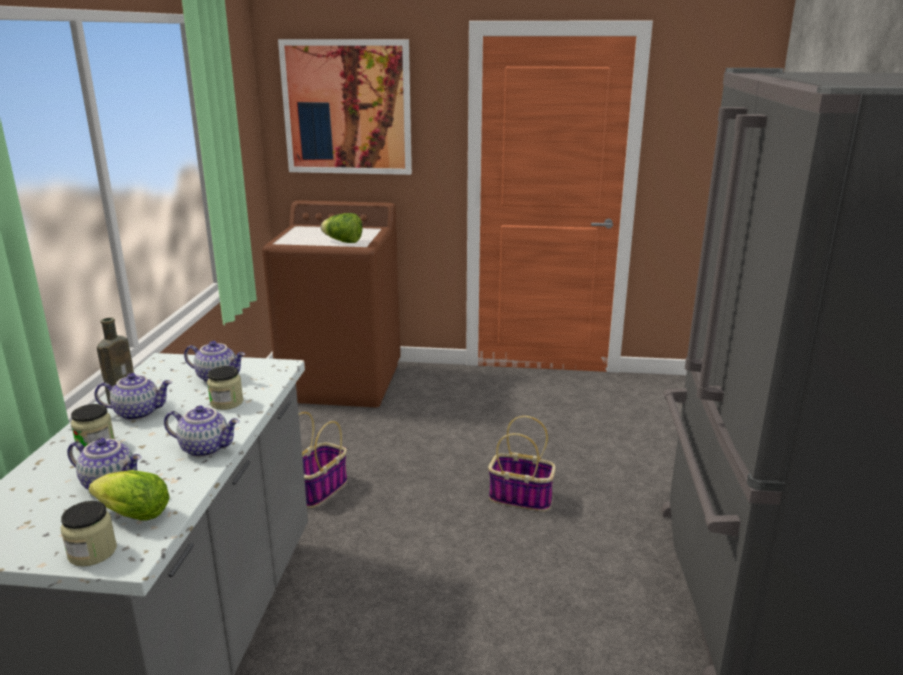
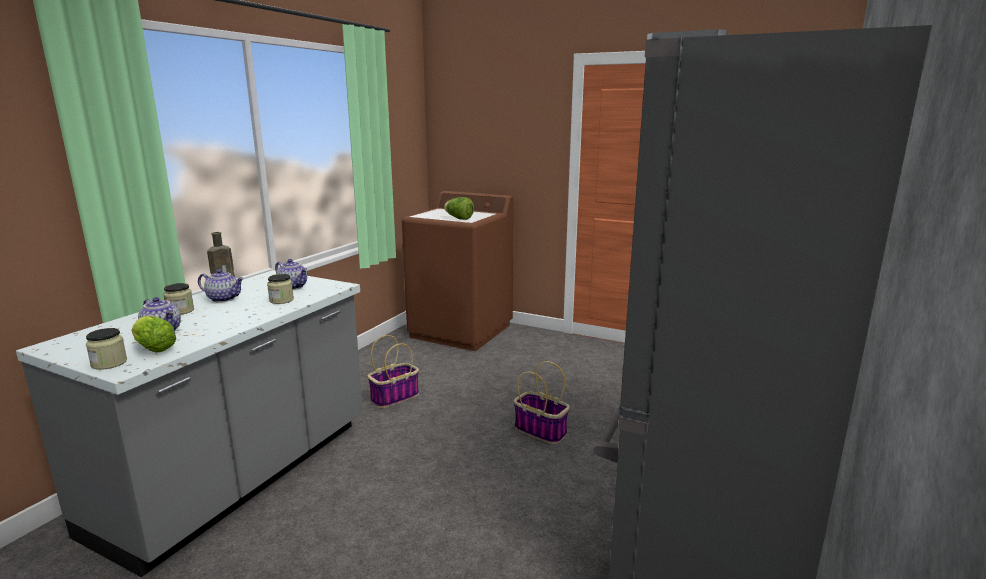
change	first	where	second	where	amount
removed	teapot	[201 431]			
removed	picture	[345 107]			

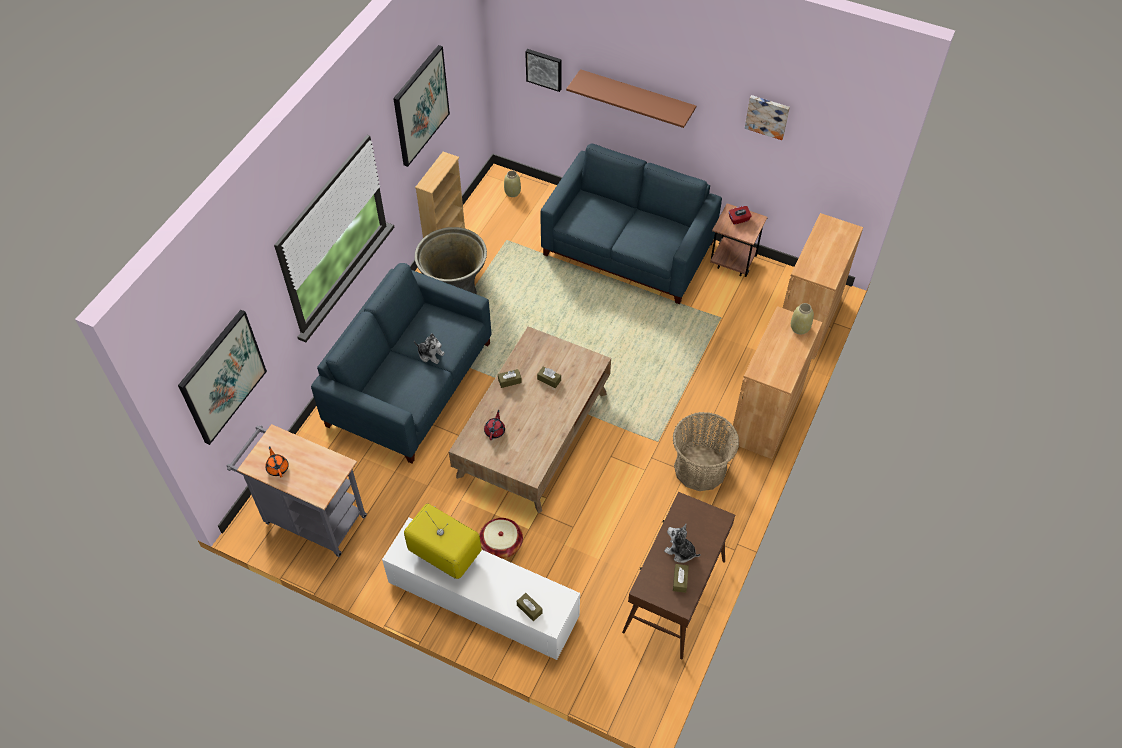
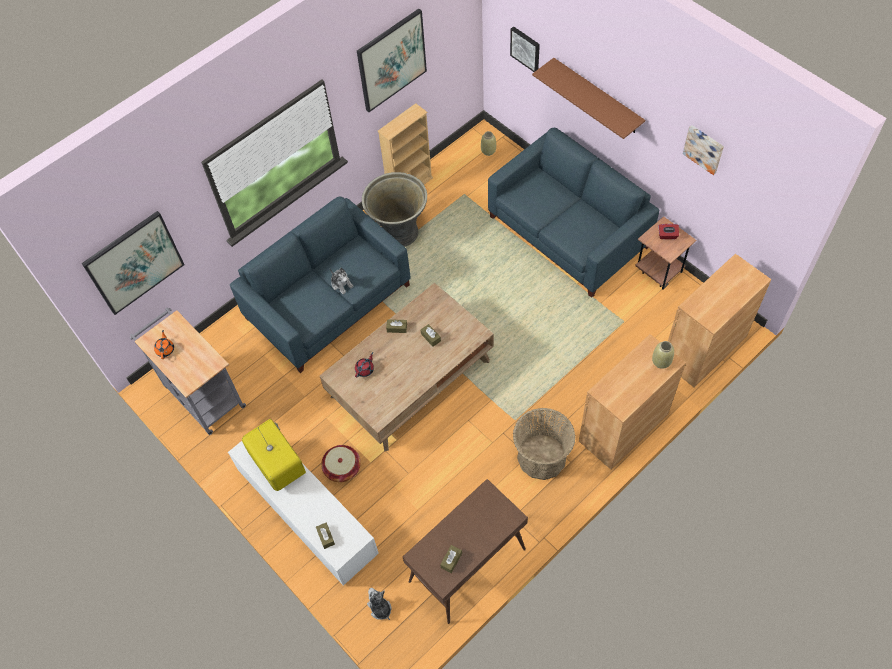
change	first	where	second	where	amount
moved	plush toy	[682 543]		[379 604]	

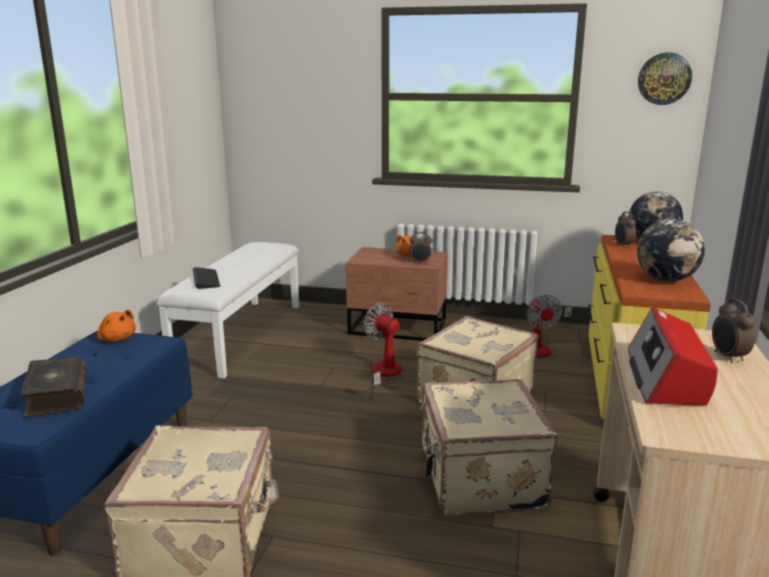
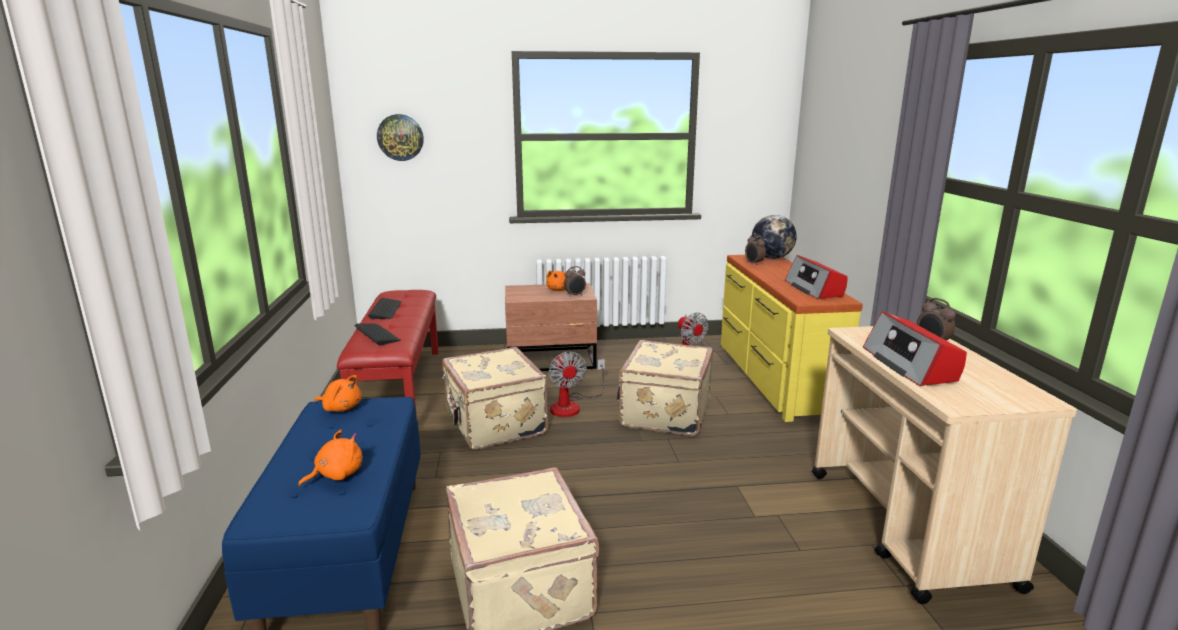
change	first	where	second	where	amount
added			keyboard	[385 308]	
moved	suitcase/beige	[489 447]		[495 398]	
moved	wall clock	[665 79]		[400 137]	
replaced	book	[53 387]	plush toy/orange	[330 458]	
replaced	globe	[671 250]	radio	[816 277]	
recoloured	bench/white	[227 310]	bench/red	[388 354]	
turned	fan	[383 351]		[577 384]	135 degrees counterclockwise

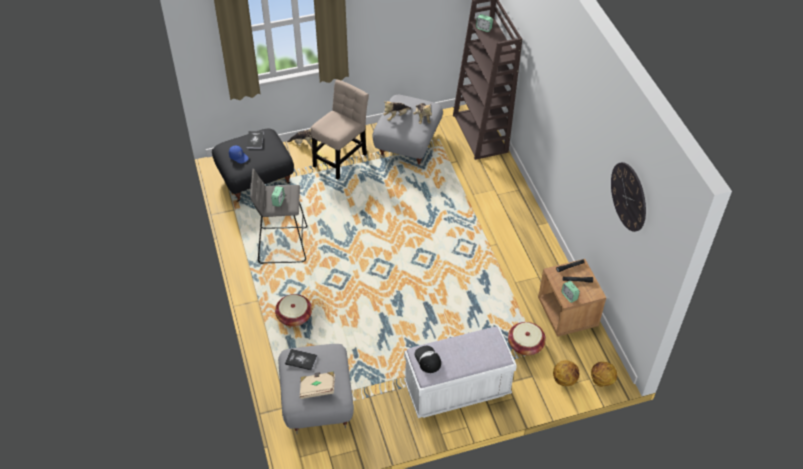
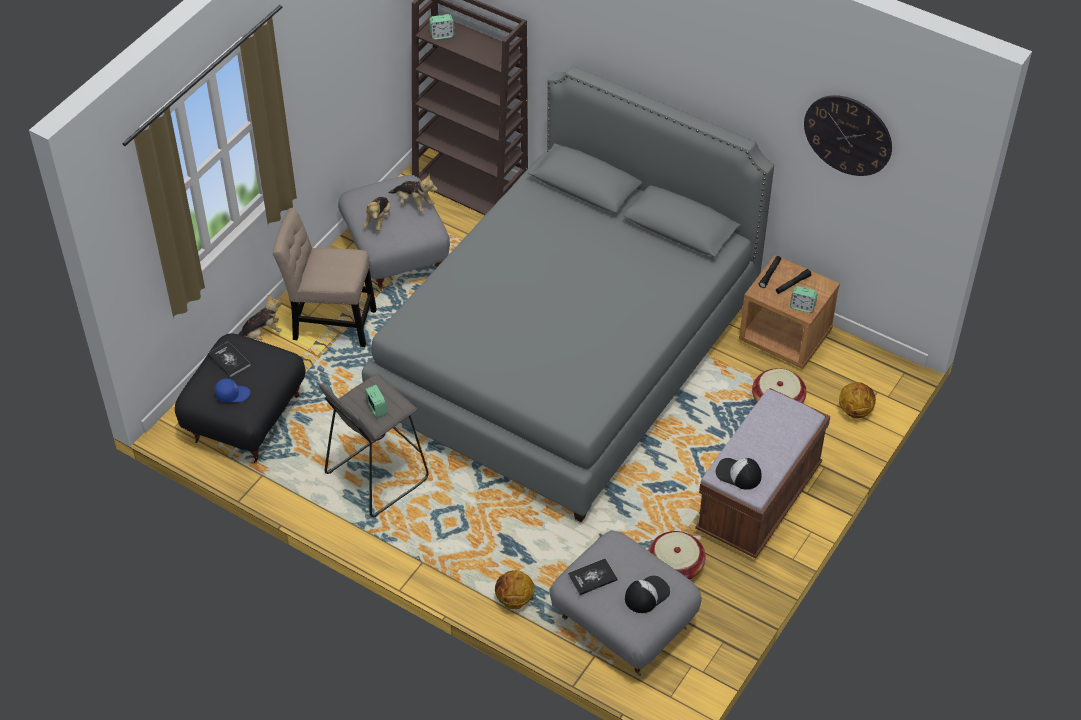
change	first	where	second	where	amount
added			bed/grey	[568 294]	
moved	basket	[293 310]		[677 555]	
moved	basketball	[604 374]		[515 589]	
replaced	book/beige	[317 385]	cap	[647 594]	
recoloured	bench/white	[460 372]	bench/brown	[762 473]	
turned	chair/beige	[340 130]		[325 277]	75 degrees counterclockwise

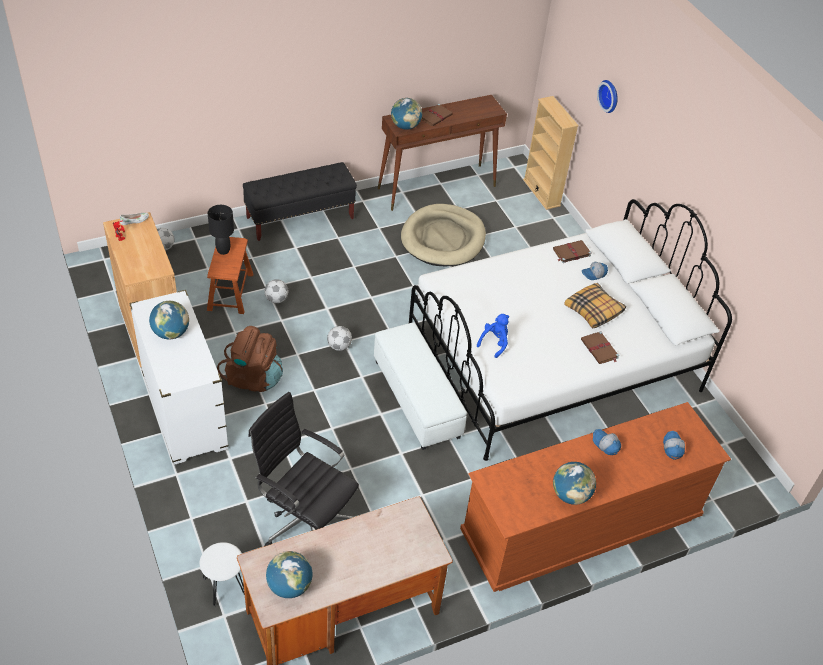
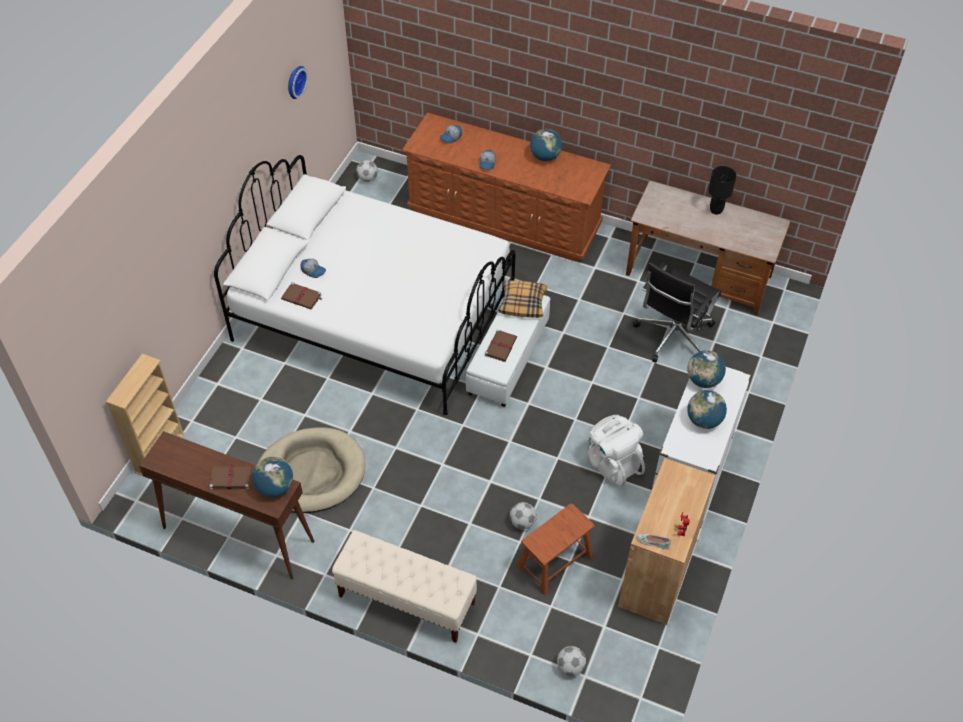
change	first	where	second	where	amount
removed	stool/white	[222 574]			
removed	plush toy/blue	[493 336]			
moved	table lamp/black	[221 230]		[722 190]	
moved	globe	[289 574]		[706 369]	
moved	football	[339 338]		[367 171]	
moved	pillow	[595 305]		[523 299]	
moved	book/brown	[600 347]		[501 346]	
moved	wall clock	[607 96]		[298 82]	
recoloured	backpack/brown	[250 359]	backpack/white	[616 450]	
recoloured	bench/black	[300 201]	bench/beige	[404 586]	
turned	office chair/black	[303 469]		[677 312]	45 degrees clockwise

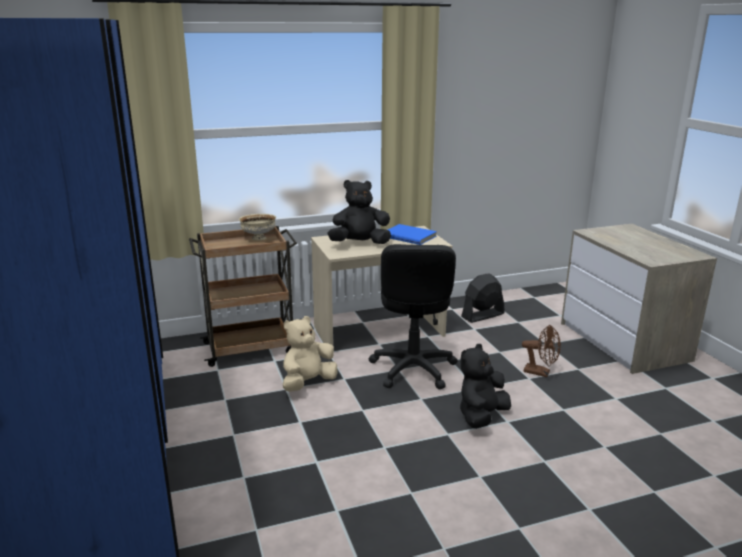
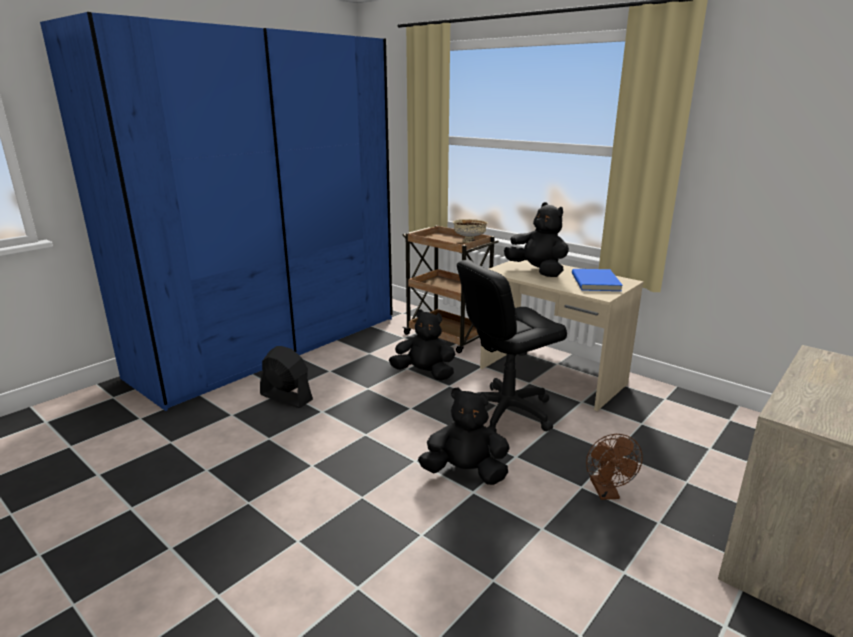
change	first	where	second	where	amount
moved	fan/black	[483 298]		[286 377]	
recoloured	plush toy/beige	[310 354]	plush toy/black	[422 345]	

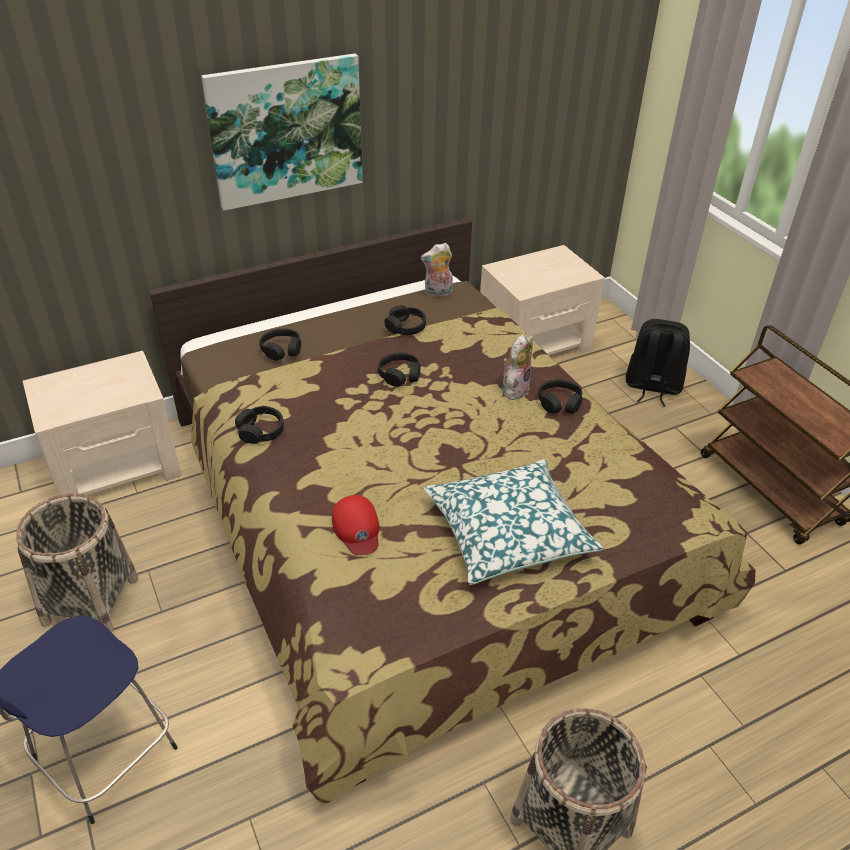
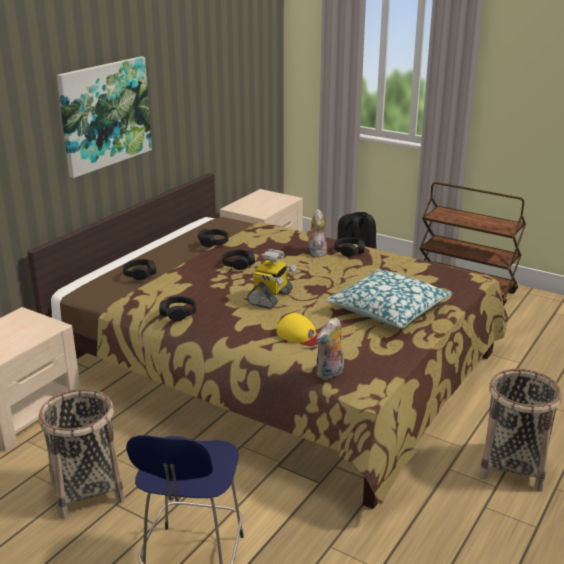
change	first	where	second	where	amount
added			toy robot	[272 279]	
moved	plush toy	[437 270]		[330 348]	
recoloured	cap/red	[356 525]	cap/yellow	[297 329]	

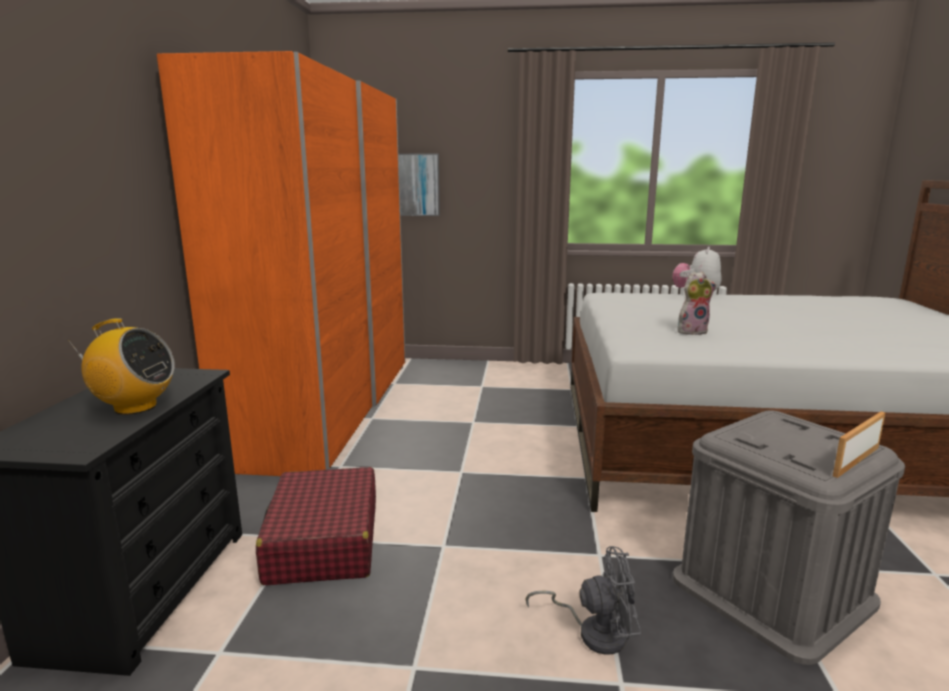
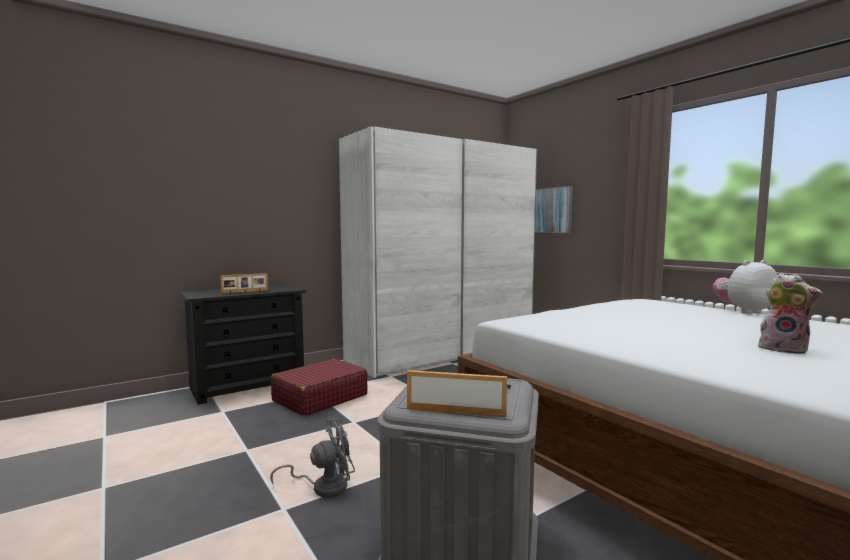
change	first	where	second	where	amount
moved	plush toy	[697 303]		[790 313]	
replaced	radio	[121 366]	picture frame	[244 283]	
recoloured	wardrobe/orange	[281 263]	wardrobe/white	[438 252]	
turned	fan/grey	[583 600]		[312 458]	75 degrees counterclockwise

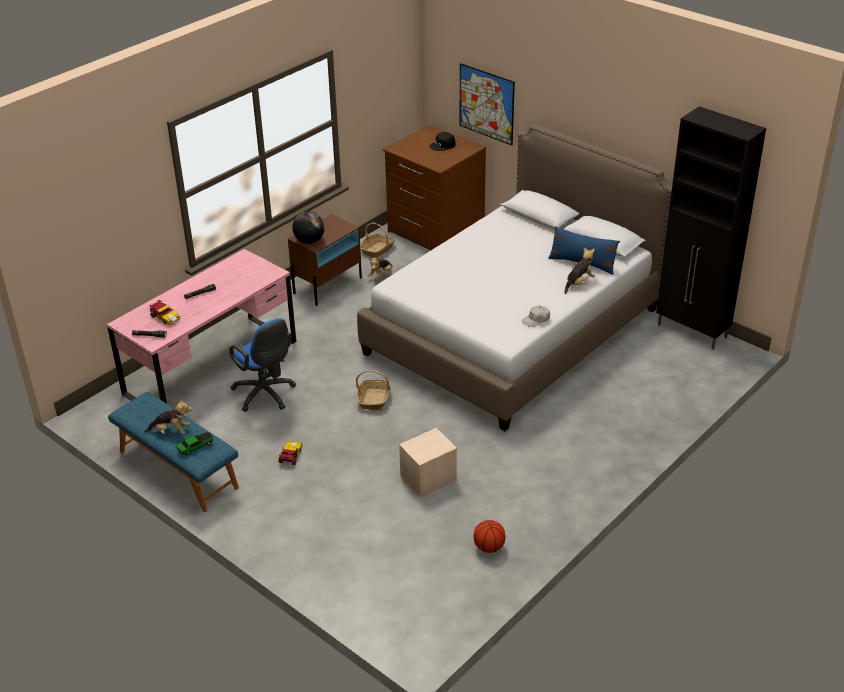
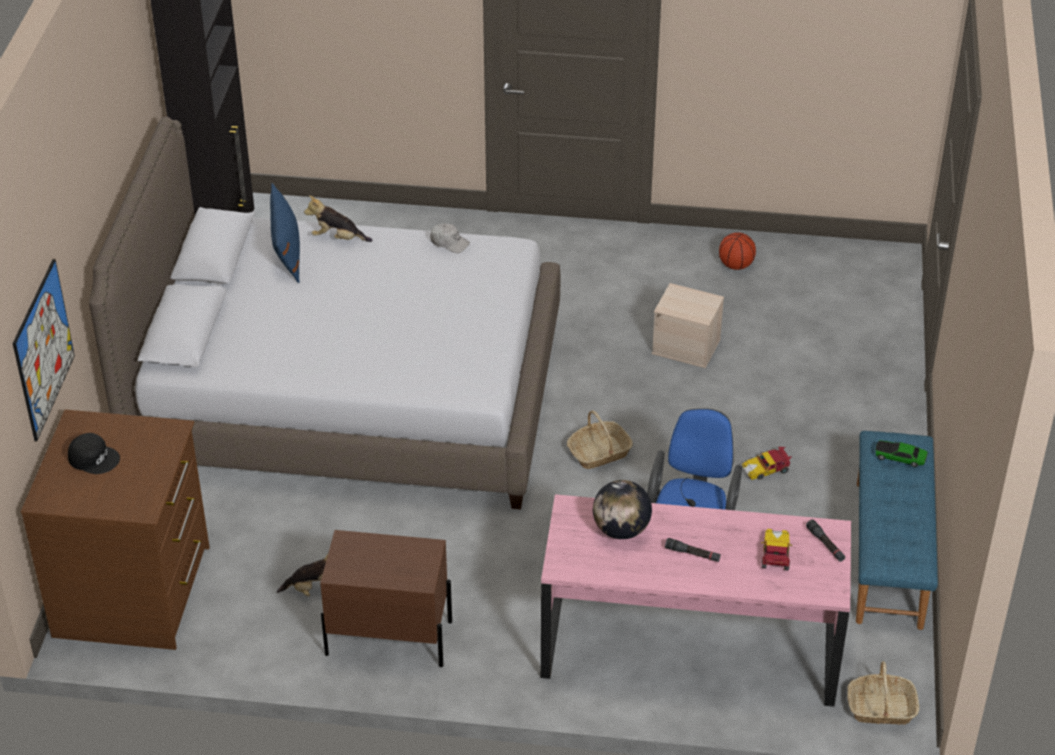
change	first	where	second	where	amount
removed	plush toy	[168 416]			
moved	globe	[308 227]		[622 509]	
moved	basket	[377 240]		[883 692]	

